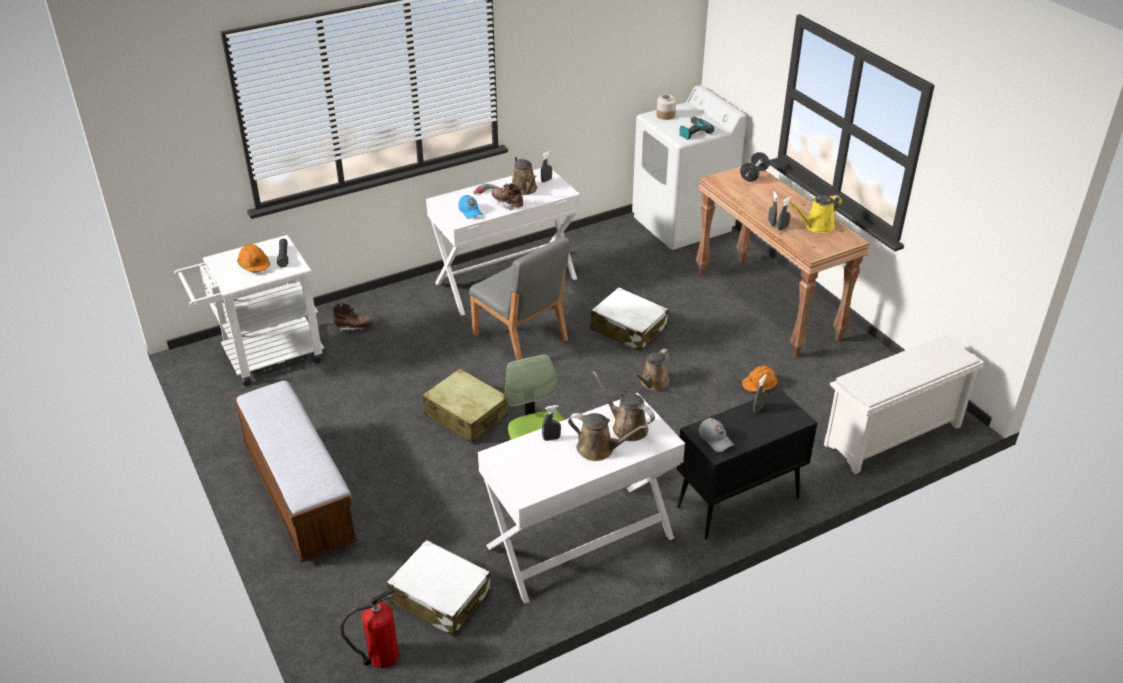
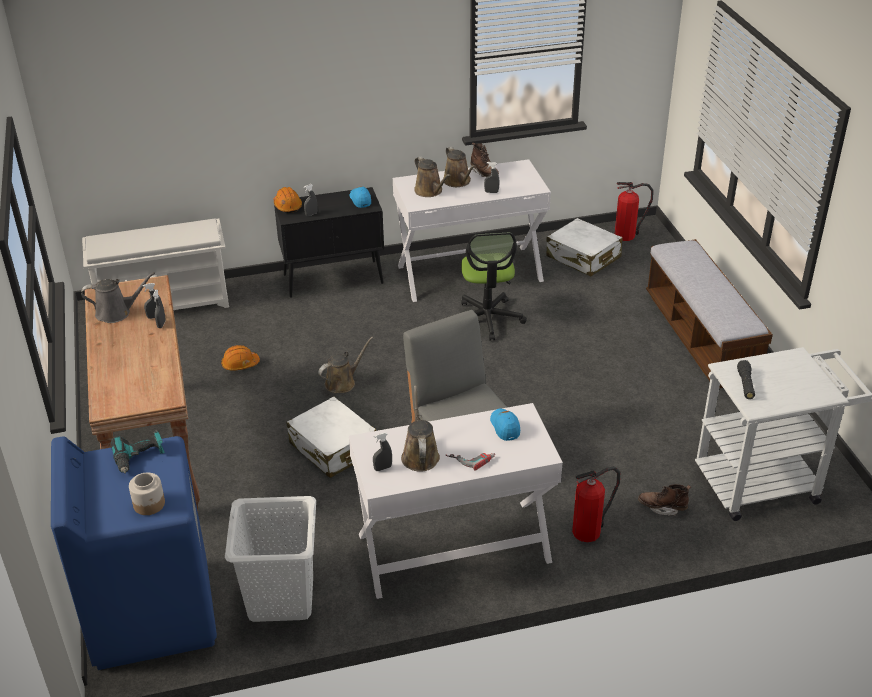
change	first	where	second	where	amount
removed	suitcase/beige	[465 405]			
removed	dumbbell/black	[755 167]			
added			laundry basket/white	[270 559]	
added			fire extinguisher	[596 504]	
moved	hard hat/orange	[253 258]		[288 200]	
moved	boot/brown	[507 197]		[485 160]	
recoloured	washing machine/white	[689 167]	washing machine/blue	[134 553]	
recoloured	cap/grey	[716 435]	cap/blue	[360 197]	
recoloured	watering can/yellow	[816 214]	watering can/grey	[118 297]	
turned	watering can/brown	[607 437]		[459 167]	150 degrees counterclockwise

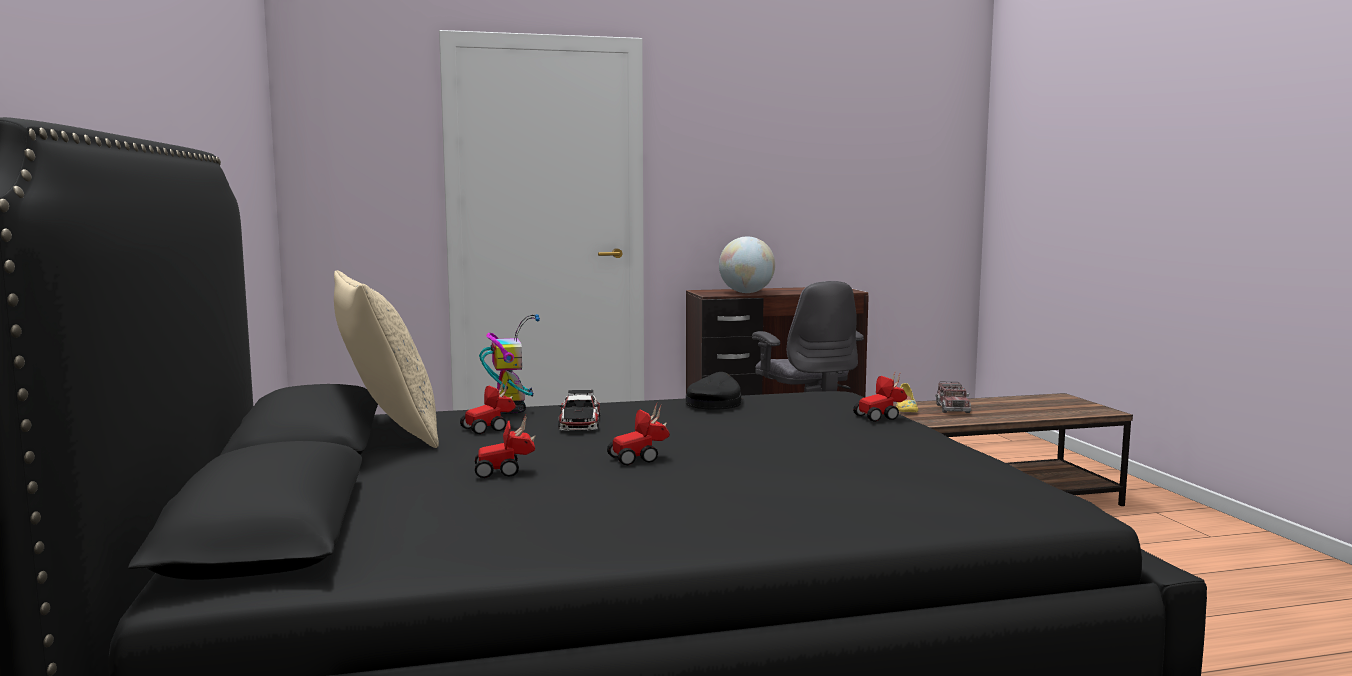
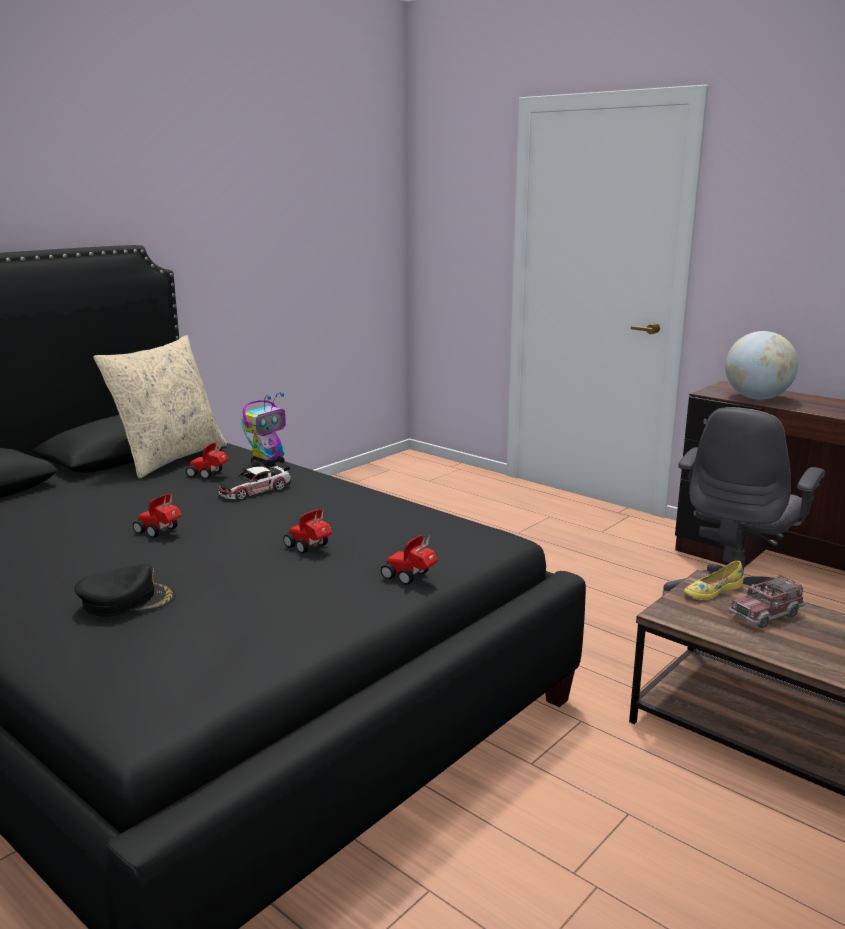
change	first	where	second	where	amount
moved	toy car	[505 446]		[307 530]	
moved	cap/black	[715 391]		[125 590]	

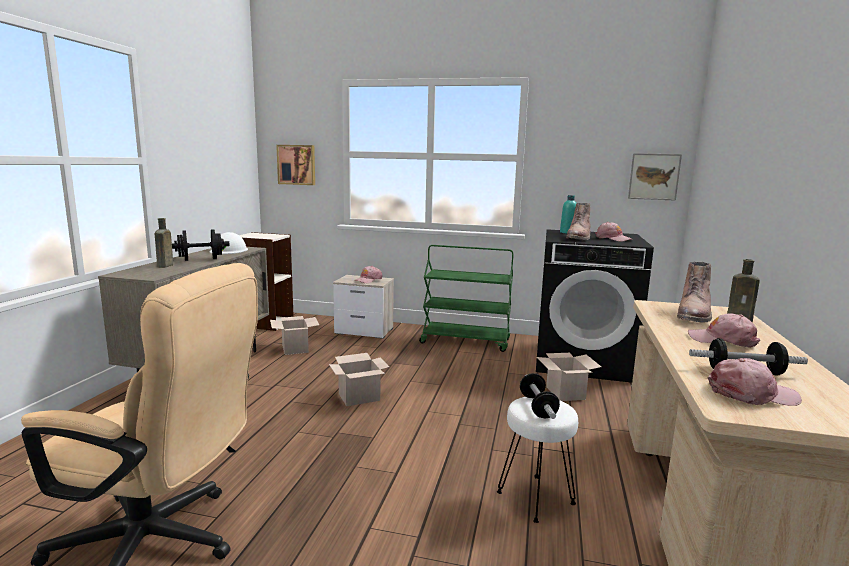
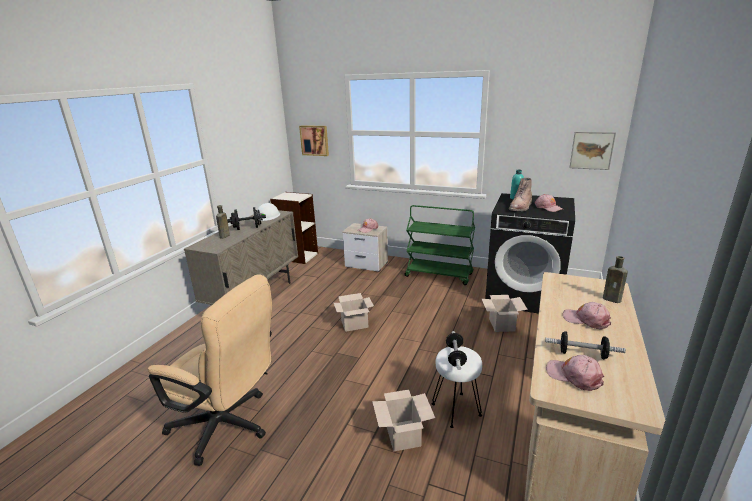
change	first	where	second	where	amount
removed	boot/brown	[694 292]			
moved	cardboard box	[294 335]		[403 421]	
turned	cap/pink	[755 382]		[575 373]	150 degrees counterclockwise

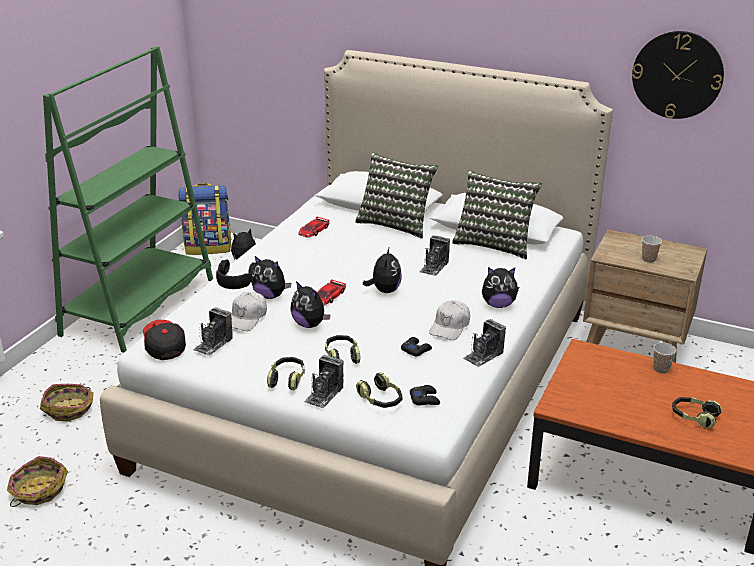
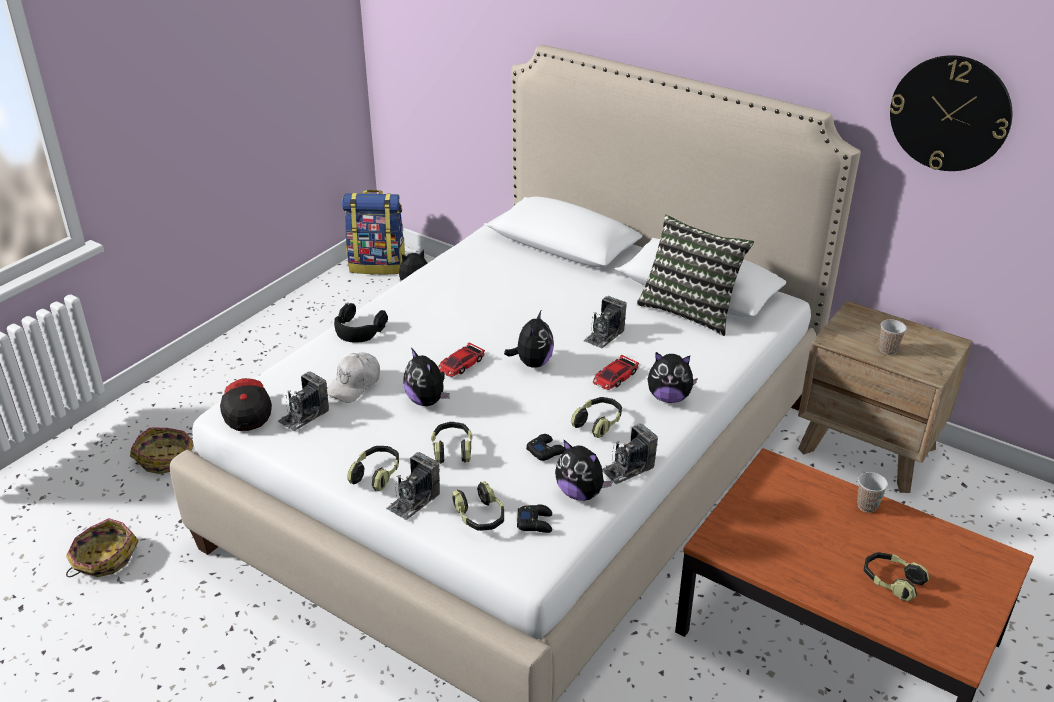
change	first	where	second	where	amount
removed	bookcase/green	[128 199]			
removed	pillow	[397 195]			
moved	plush toy	[271 277]		[584 470]	
moved	toy car	[314 227]		[616 372]	
replaced	cap/white	[449 320]	headphones	[596 417]	

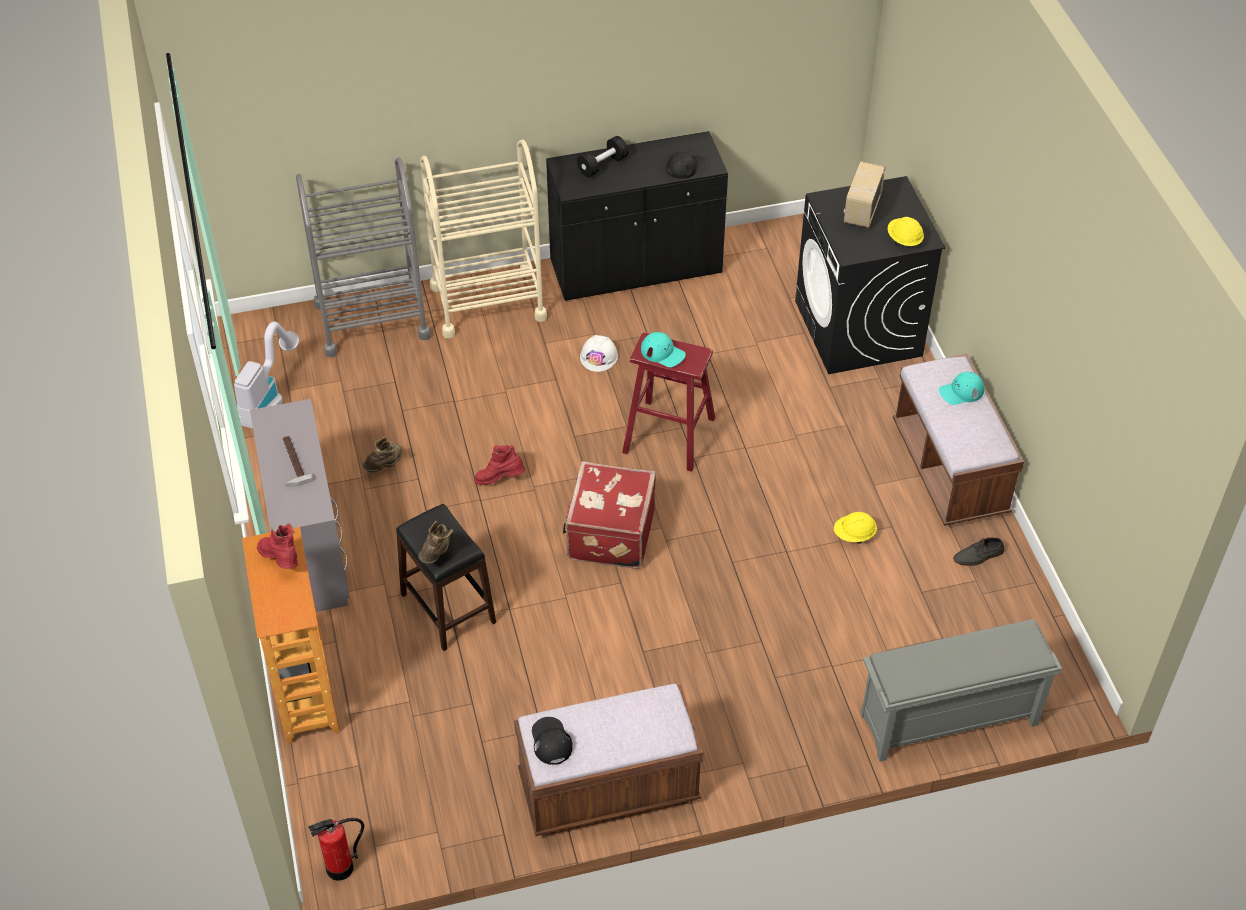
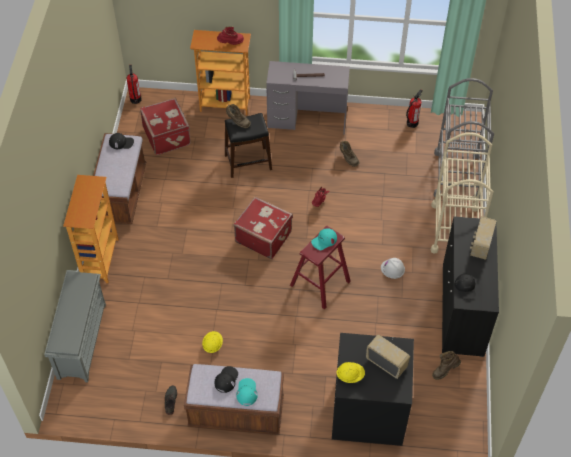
change	first	where	second	where	amount
added			bookcase	[91 229]	
added			suitcase/red	[165 126]	
added			cap/black	[226 379]	
added			boot/brown	[446 365]	
replaced	vacuum cleaner	[266 375]	fire extinguisher	[414 109]	
replaced	dumbbell/black	[602 156]	radio	[483 238]	

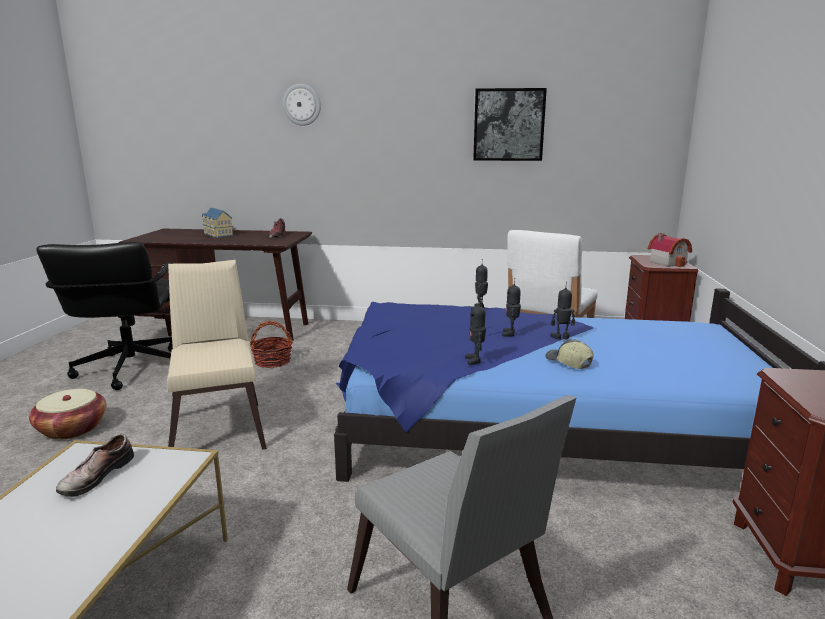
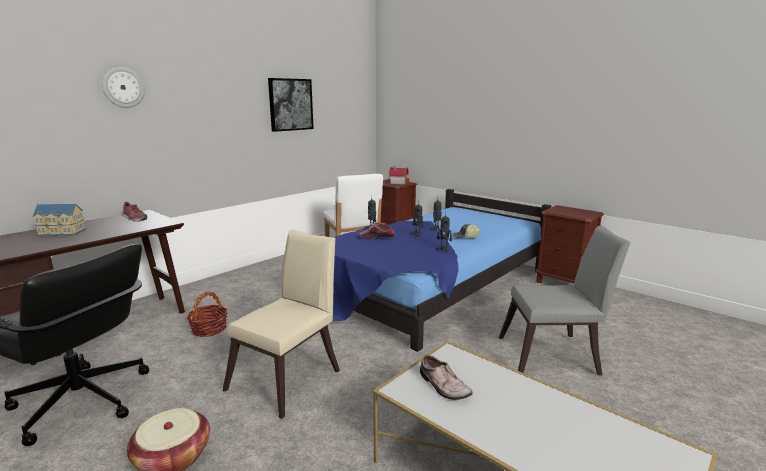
change	first	where	second	where	amount
added			cap	[377 231]	
turned	chair/beige	[217 355]		[281 324]	105 degrees clockwise

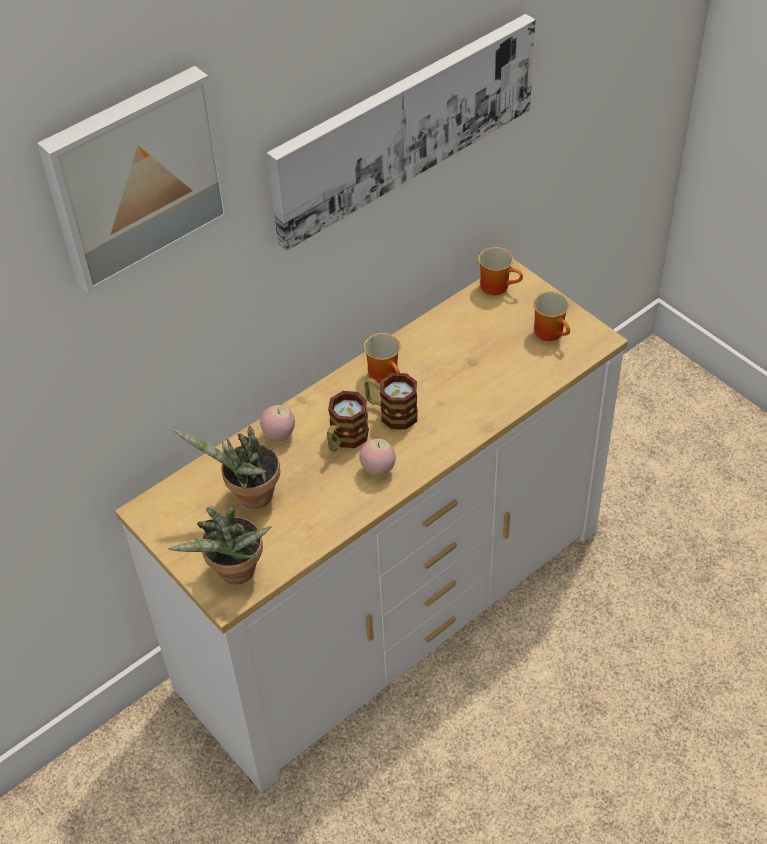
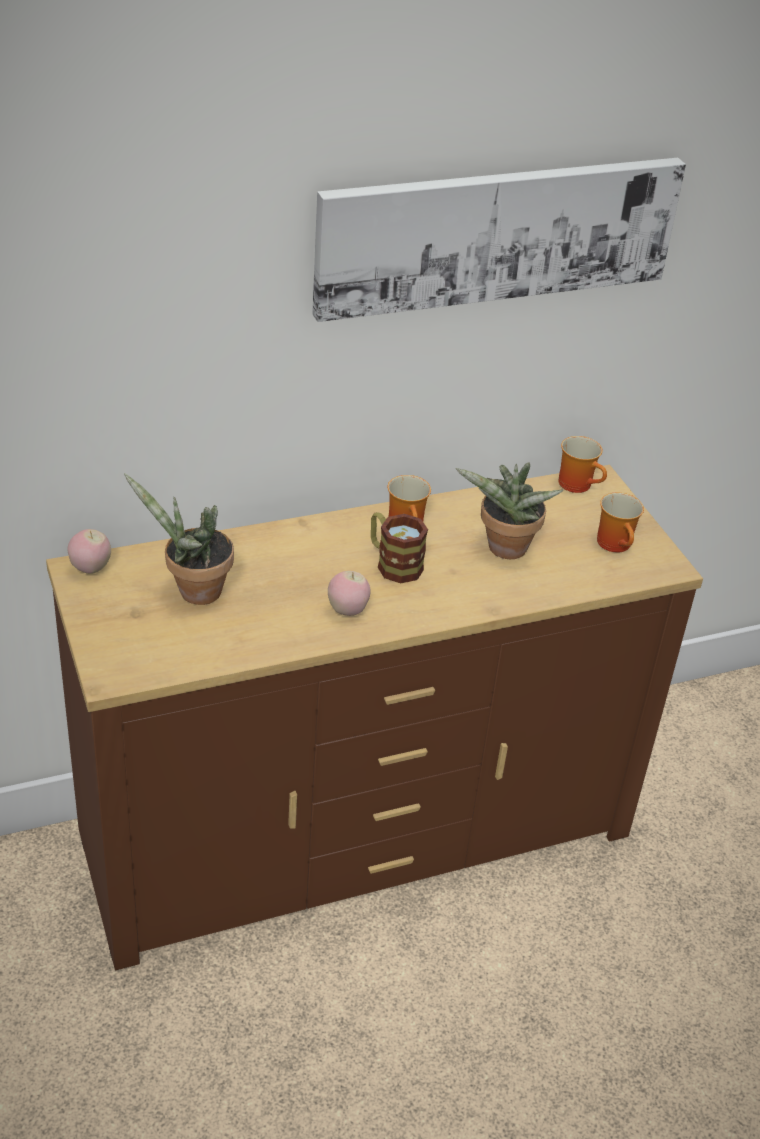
change	first	where	second	where	amount
removed	picture	[133 180]			
removed	mug	[348 421]			
moved	potted plant	[219 545]		[509 510]	
moved	apple	[277 423]		[89 551]	
recoloured	dresser/white	[371 525]	dresser/brown	[374 717]	

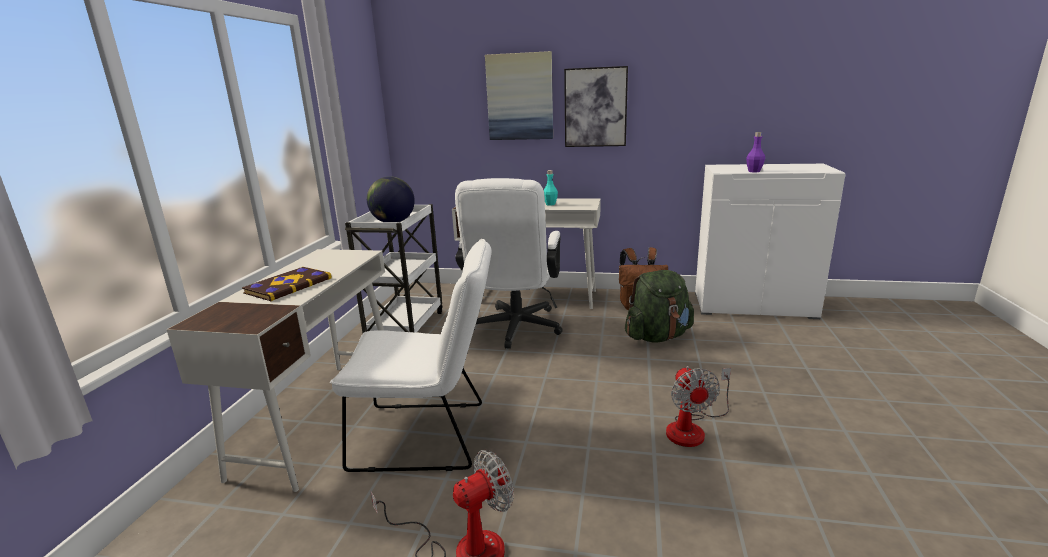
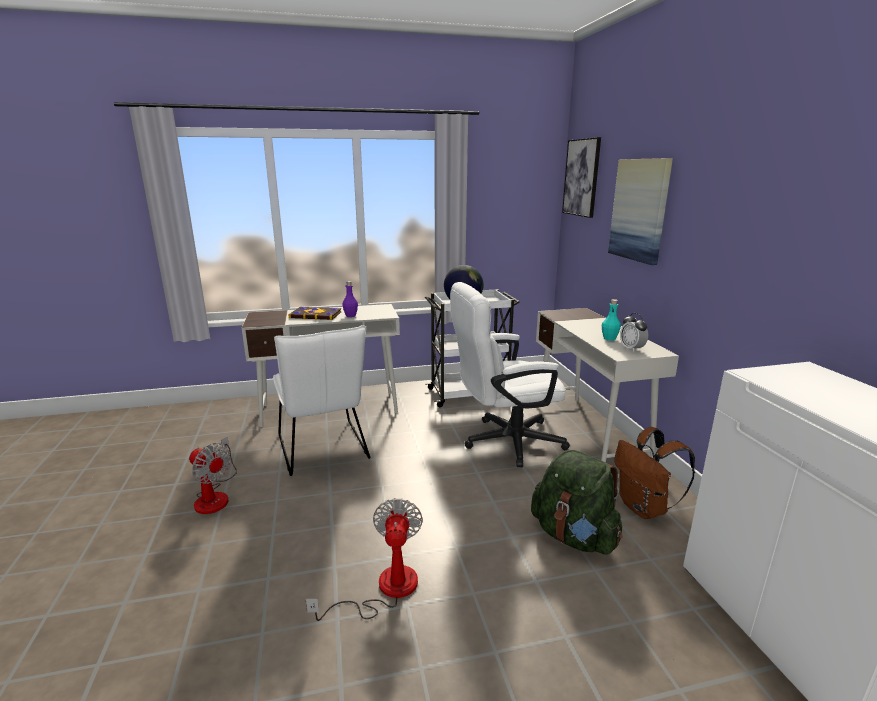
change	first	where	second	where	amount
added			alarm clock	[634 332]	
moved	picture	[596 106]		[581 177]	
moved	bottle/purple	[755 152]		[350 299]	
turned	fan	[698 406]		[364 559]	120 degrees clockwise

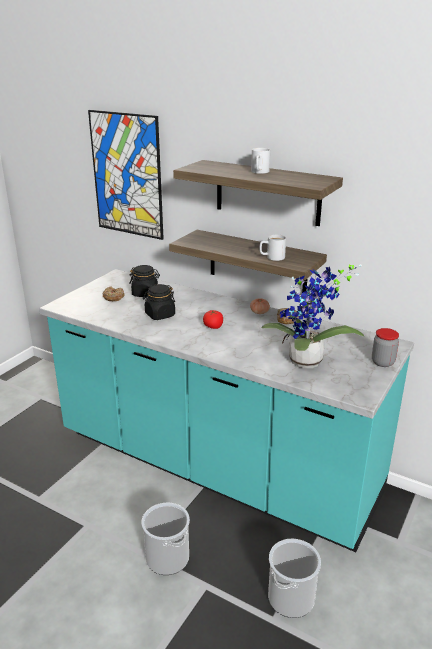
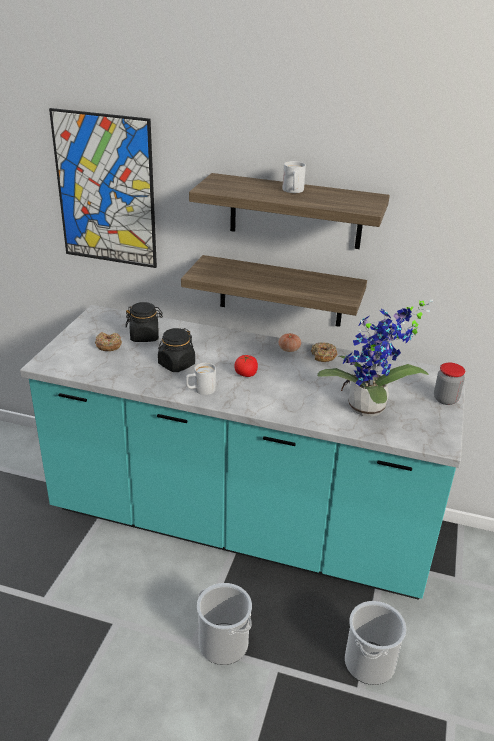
change	first	where	second	where	amount
moved	mug/white	[272 248]		[201 379]	

